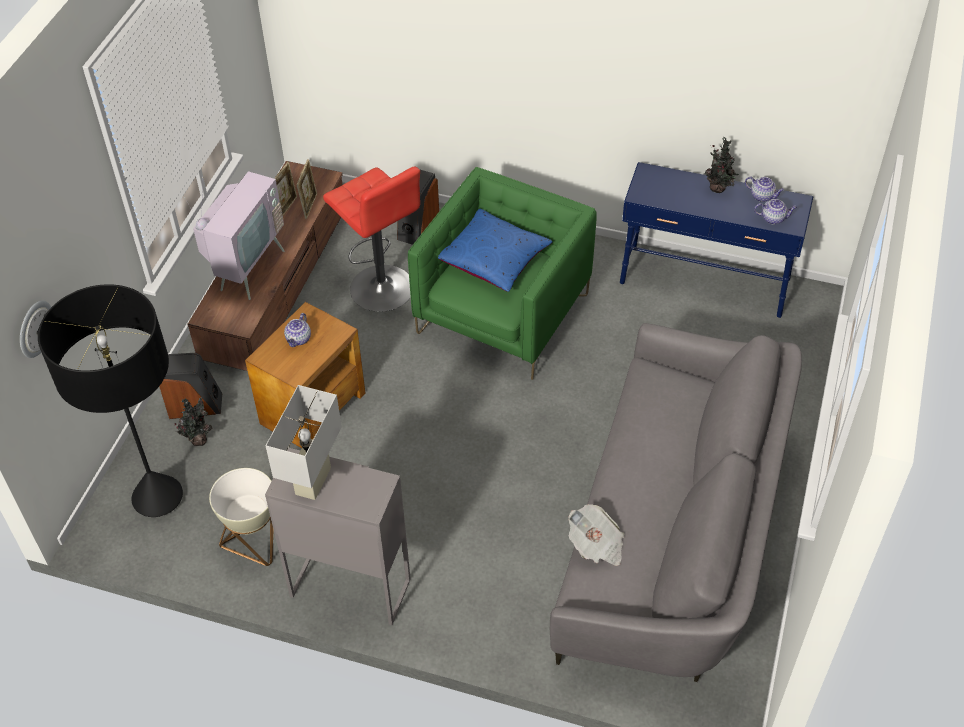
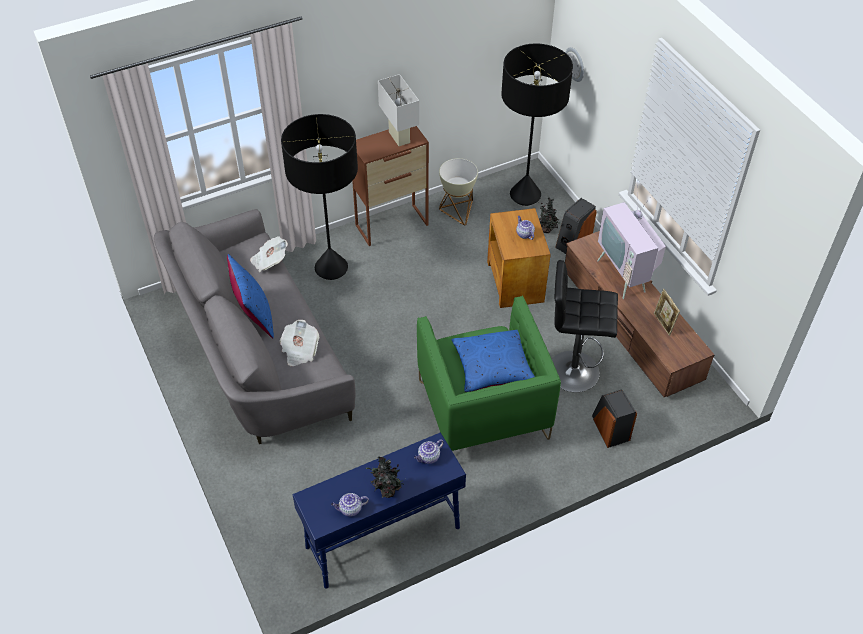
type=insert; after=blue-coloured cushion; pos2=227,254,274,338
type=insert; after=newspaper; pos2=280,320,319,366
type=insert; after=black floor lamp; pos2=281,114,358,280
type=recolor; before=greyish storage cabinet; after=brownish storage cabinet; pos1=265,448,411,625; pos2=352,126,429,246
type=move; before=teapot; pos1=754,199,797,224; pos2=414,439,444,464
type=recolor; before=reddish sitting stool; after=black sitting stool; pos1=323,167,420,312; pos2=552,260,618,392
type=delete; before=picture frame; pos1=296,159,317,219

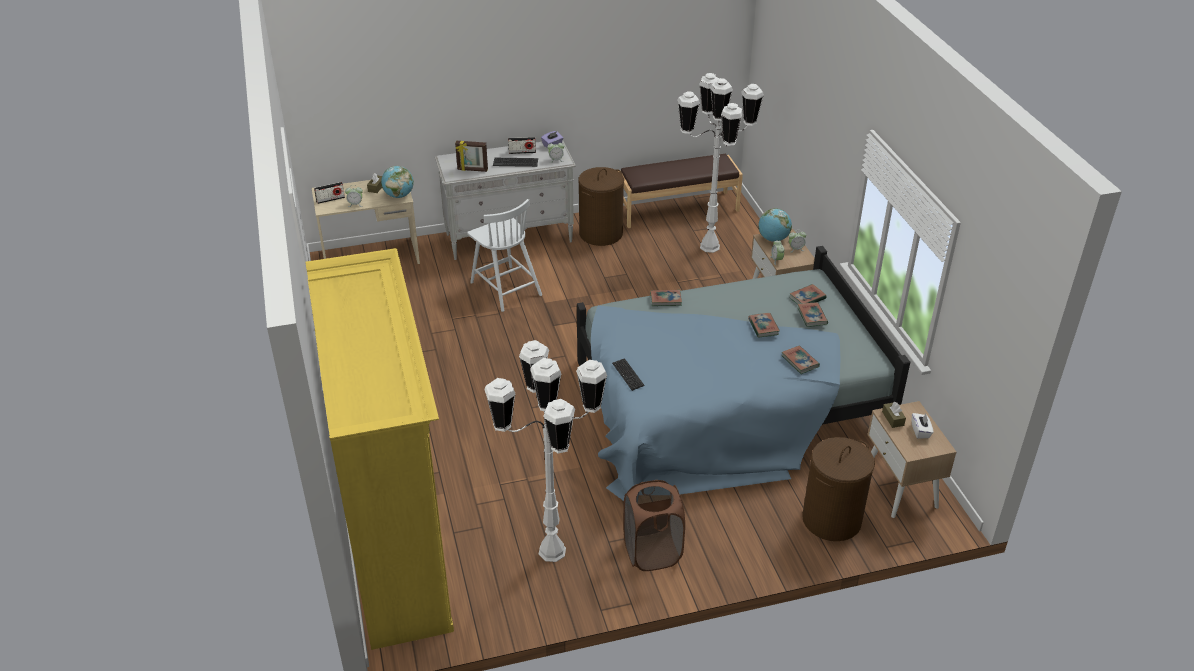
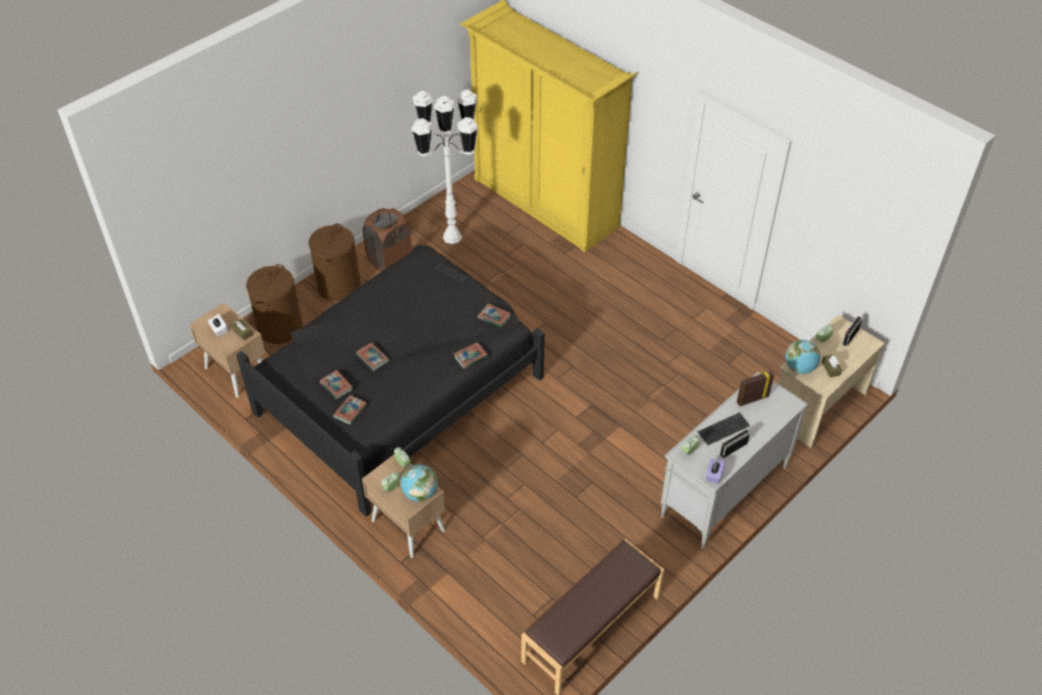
type=recolor; before=blue-coloured bedroom bed; after=black bedroom bed; pos1=577,246,910,501; pos2=236,245,545,517
type=move; before=brownish hamper; pos1=578,167,624,246; pos2=308,223,361,301
type=move; before=volume; pos1=782,346,820,374; pos2=478,303,511,328
type=delete; before=whitish plain chair; pos1=467,199,542,312
type=delete; before=whitish floor lamp; pos1=677,73,764,253

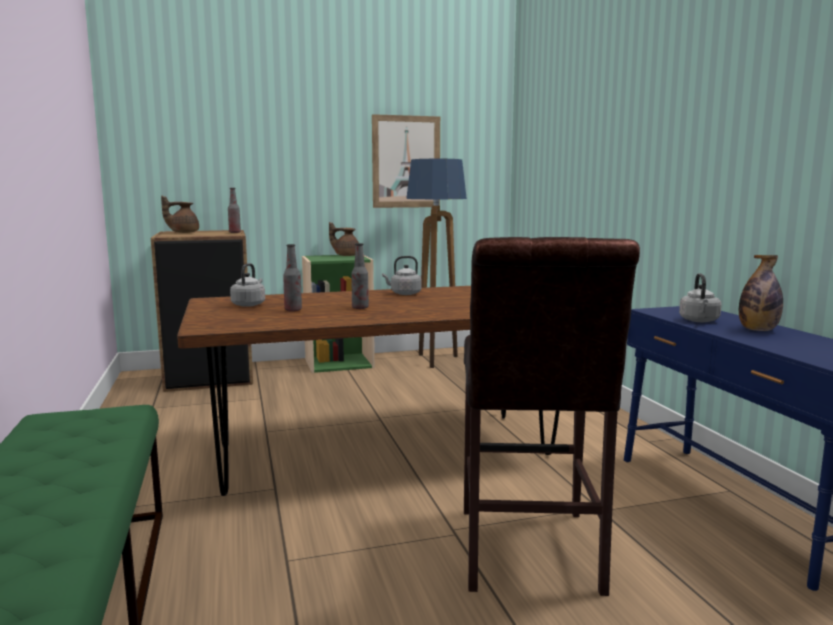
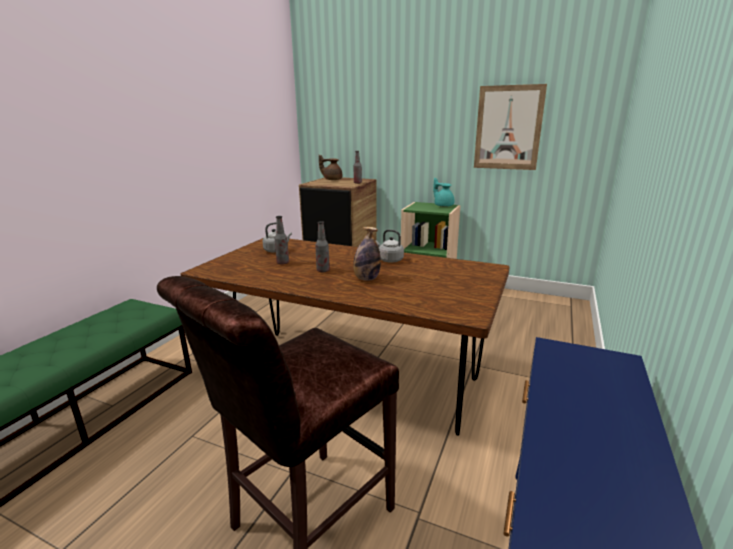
type=move; before=drink bottle; pos1=739,255,783,331; pos2=353,227,381,281
type=recolor; before=brownish teapot; after=blue-green teapot; pos1=329,222,359,256; pos2=433,178,454,207
type=delete; before=floor lamp; pos1=406,159,467,368
type=delete; before=greyish water kettle; pos1=679,273,722,322

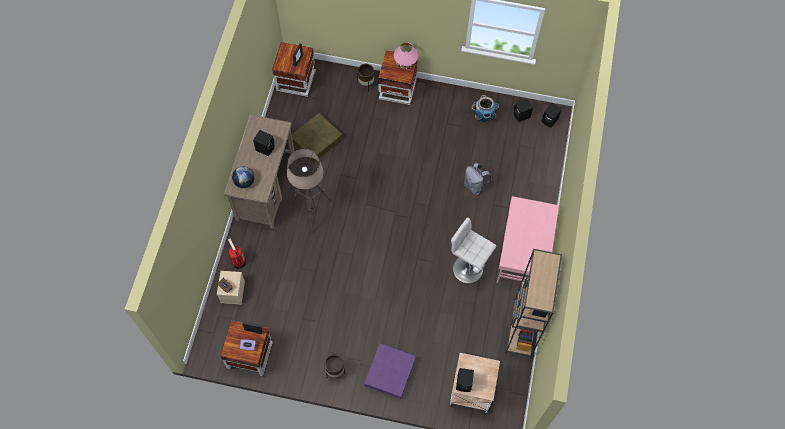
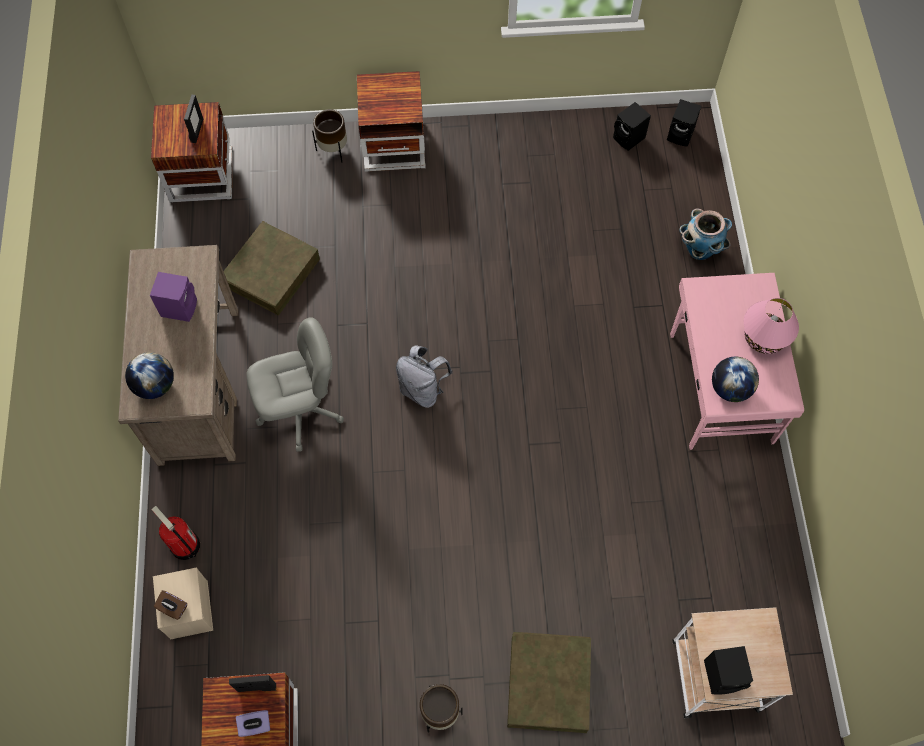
type=recolor; before=black loudspeaker; after=purplish loudspeaker; pos1=253,130,275,156; pos2=150,272,197,322
type=replace; before=floor lamp; after=greyish office chair; pos1=287,149,332,234; pos2=246,317,344,452
type=move; before=greyish rucksack; pos1=464,163,492,195; pos2=396,345,453,408
type=recolor; before=purplish storage container; after=brownish storage container; pos1=364,343,416,400; pos2=507,632,591,733
type=move; before=flower pot; pos1=472,95,499,122; pos2=679,208,732,260
type=insert; after=world globe; pos2=712,357,759,402
type=move; before=pinkish tabletop lamp; pos1=394,42,418,69; pos2=744,298,799,354
type=delete; before=whitish sitting stool; pos1=451,217,496,283
type=delete; before=bookshelf; pos1=505,249,562,358

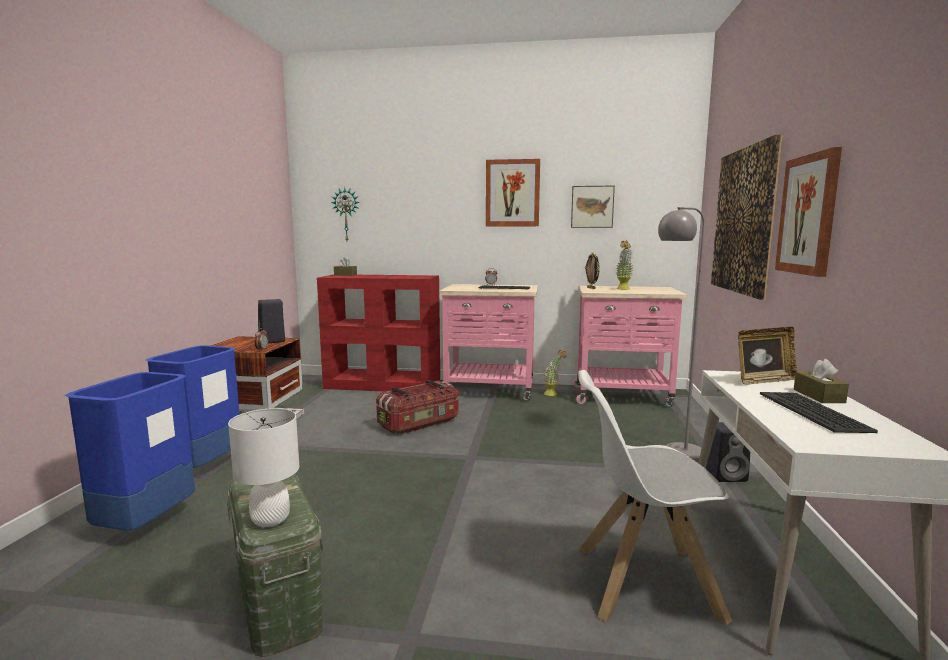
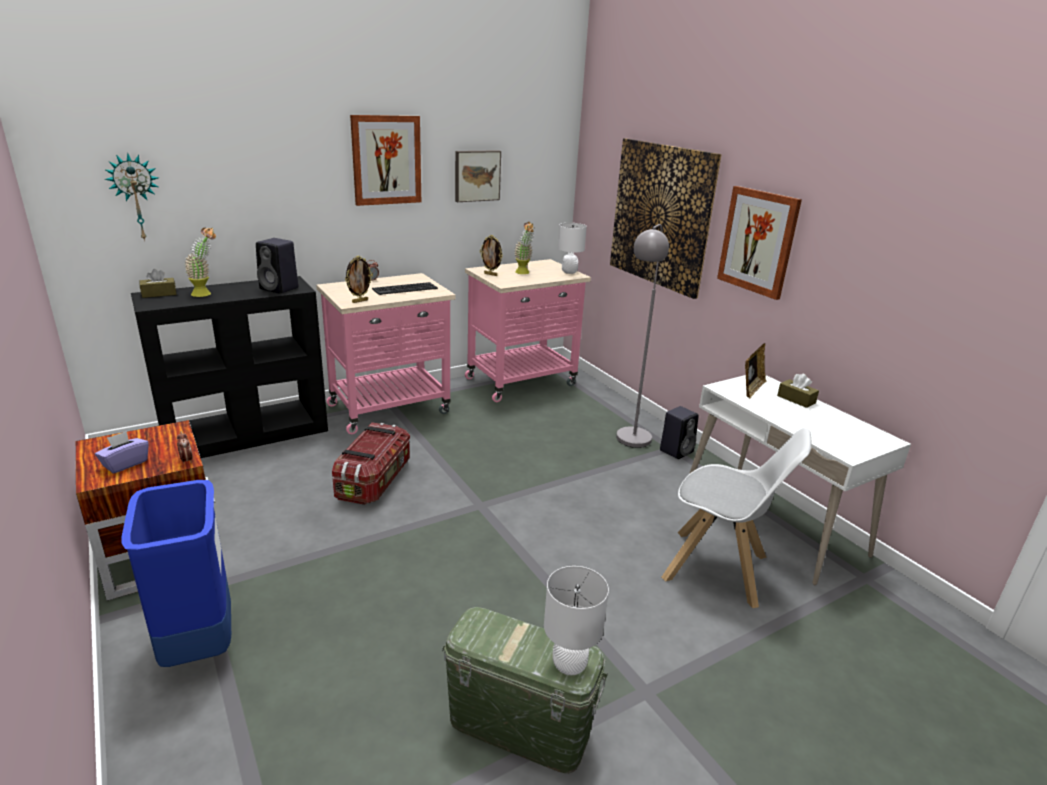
type=insert; after=purplish tissue box; pos2=95,431,149,474
type=recolor; before=reddish bookshelf; after=black bookshelf; pos1=317,274,440,392; pos2=131,276,328,458
type=move; before=houseplant; pos1=544,350,567,396; pos2=185,227,216,297
type=move; before=black loudspeaker; pos1=258,299,285,343; pos2=256,238,299,294
type=insert; after=picture frame; pos2=345,256,373,303
type=insert; after=whitish tabletop lamp; pos2=558,223,587,274
type=rotate; before=plain chair; pos1=578,370,732,625; pos2=661,428,812,608; turn=-120
type=delete; before=blue-coloured trash can; pos1=65,372,195,531
type=delete; before=PC keyboard; pos1=760,392,878,433

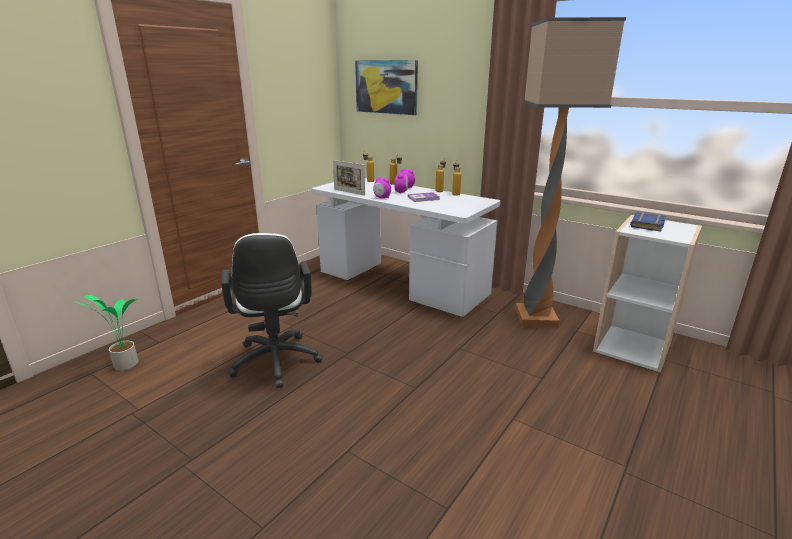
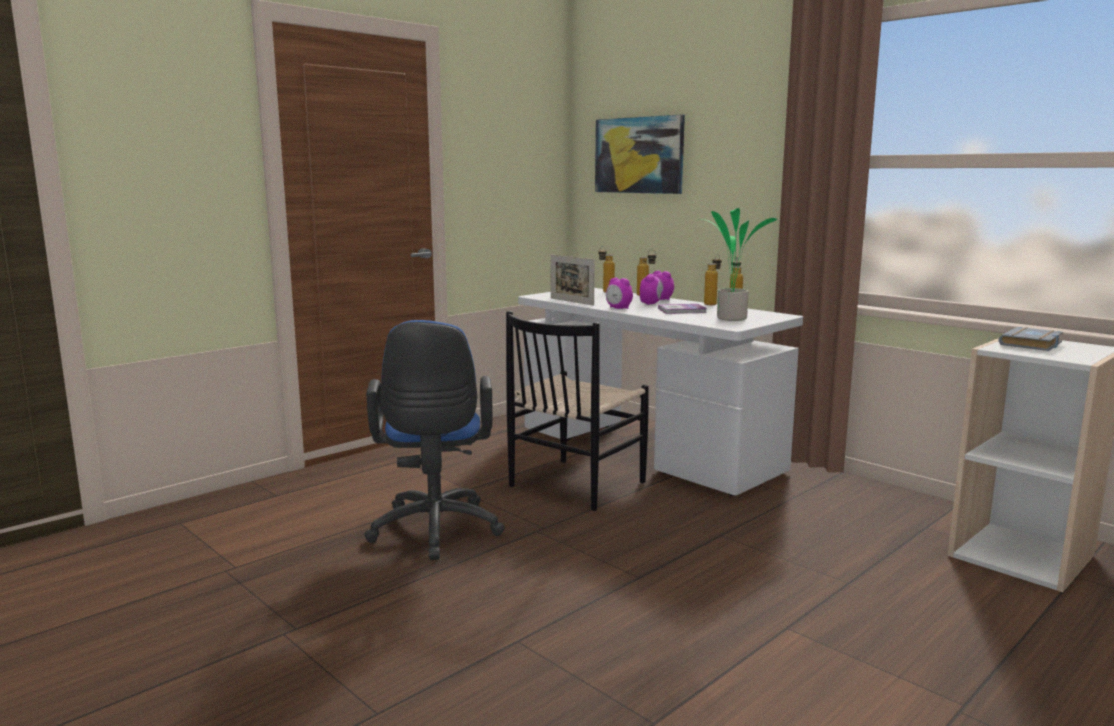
type=recolor; before=whitish office chair; after=blue-coloured office chair; pos1=221,233,323,388; pos2=364,320,505,560
type=insert; after=black plain chair; pos2=506,311,649,511
type=move; before=houseplant; pos1=74,295,139,371; pos2=698,208,777,321
type=recolor; before=blue-coloured volume; after=greyish volume; pos1=630,212,665,232; pos2=998,327,1063,351
type=delete; before=floor lamp; pos1=515,17,626,327

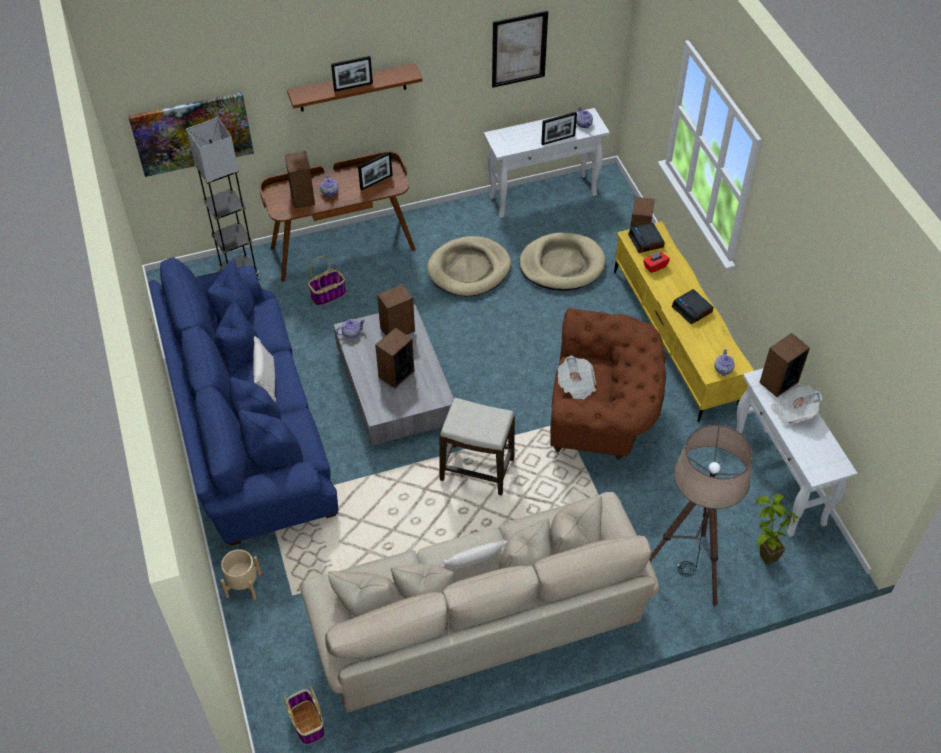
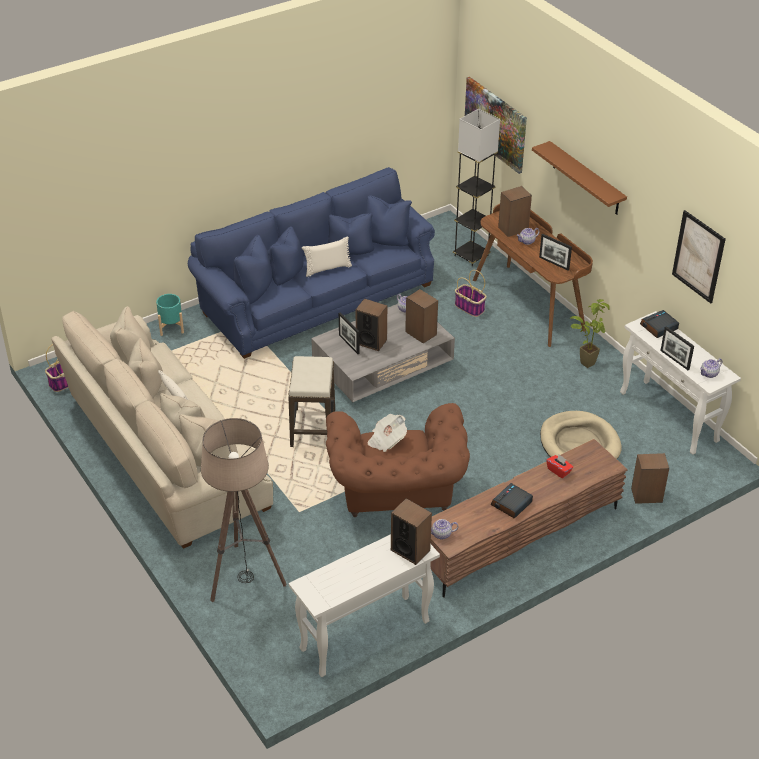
type=recolor; before=beige-coloured flower pot; after=blue-green flower pot; pos1=220,549,261,600; pos2=156,294,184,336
type=move; before=picture frame; pos1=331,56,373,92; pos2=339,312,359,354
type=recolor; before=yellow-coloured media console; after=brownish media console; pos1=614,221,754,422; pos2=431,439,628,597
type=move; before=houseplant; pos1=756,494,802,565; pos2=570,299,610,368
type=move; before=bedside clock; pos1=628,223,665,253; pos2=640,310,679,338
type=delete; before=beige-coloured dog bed; pos1=427,236,511,296
type=delete; before=newspaper; pos1=771,386,822,424

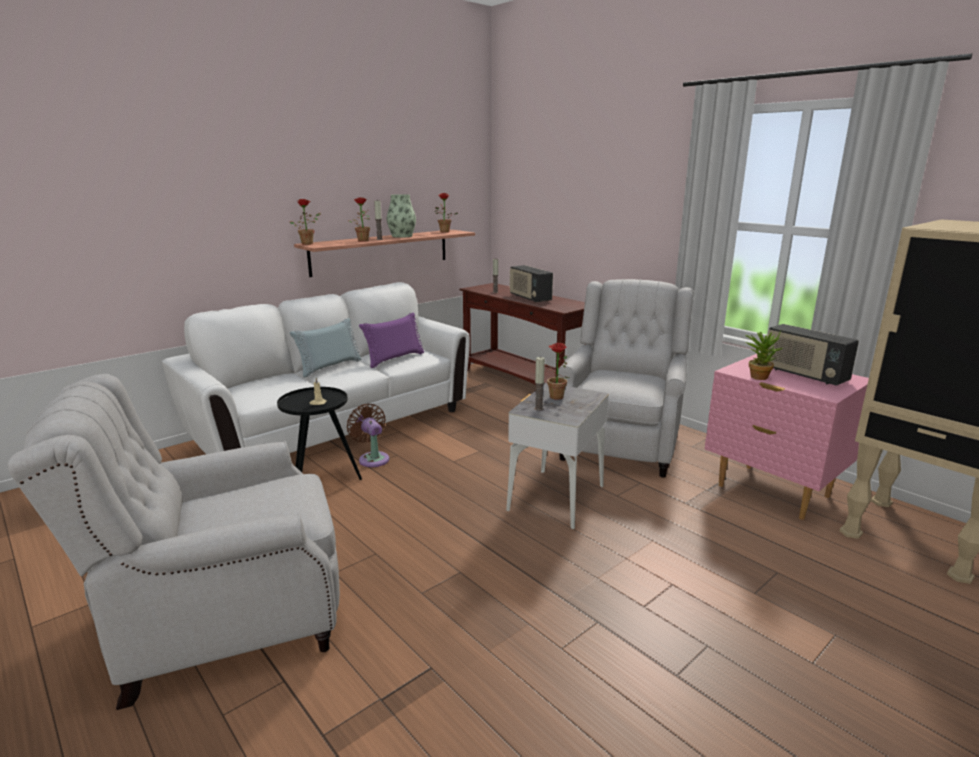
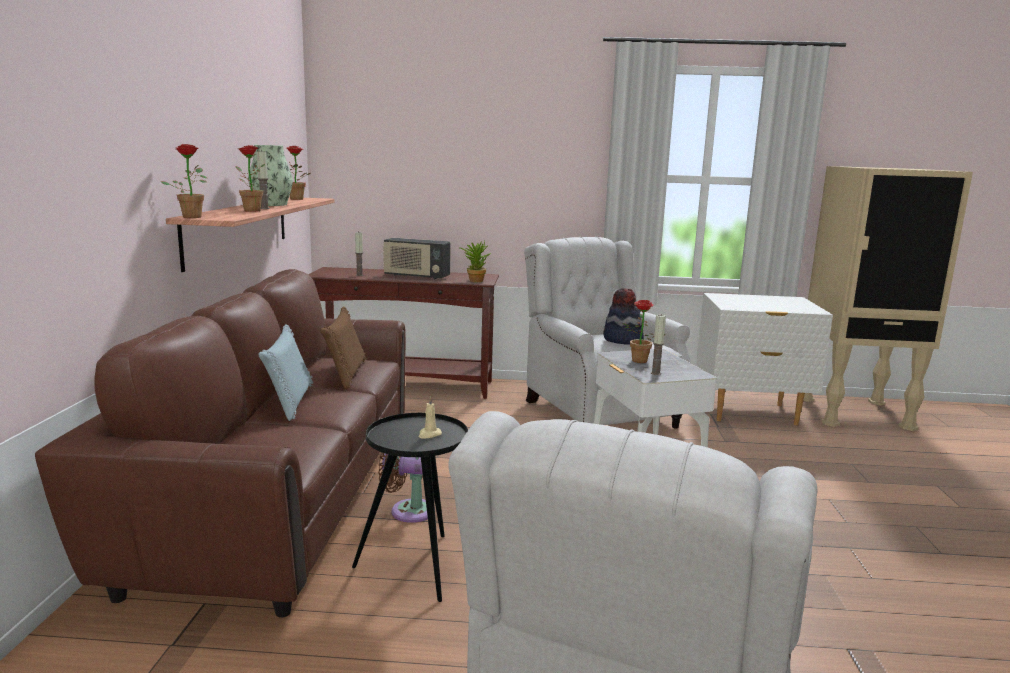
type=recolor; before=whitish couch; after=brownish couch; pos1=162,282,470,454; pos2=35,269,406,618
type=recolor; before=purplish cushion; after=brownish cushion; pos1=359,313,424,368; pos2=320,307,366,389
type=move; before=houseplant; pos1=745,330,782,380; pos2=459,240,491,282
type=insert; after=clothing hat; pos2=603,288,644,345
type=recolor; before=pinkish night table; after=whitish night table; pos1=705,354,869,520; pos2=696,293,833,425
type=delete; before=radio receiver; pos1=767,324,859,385

